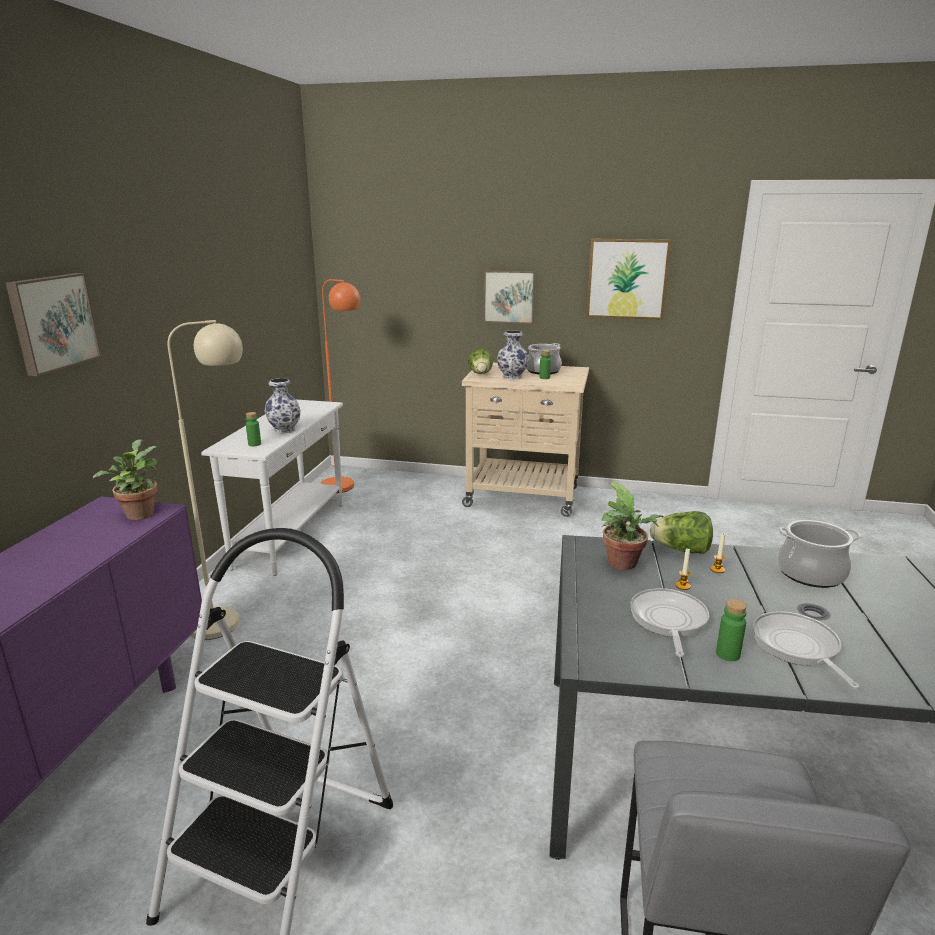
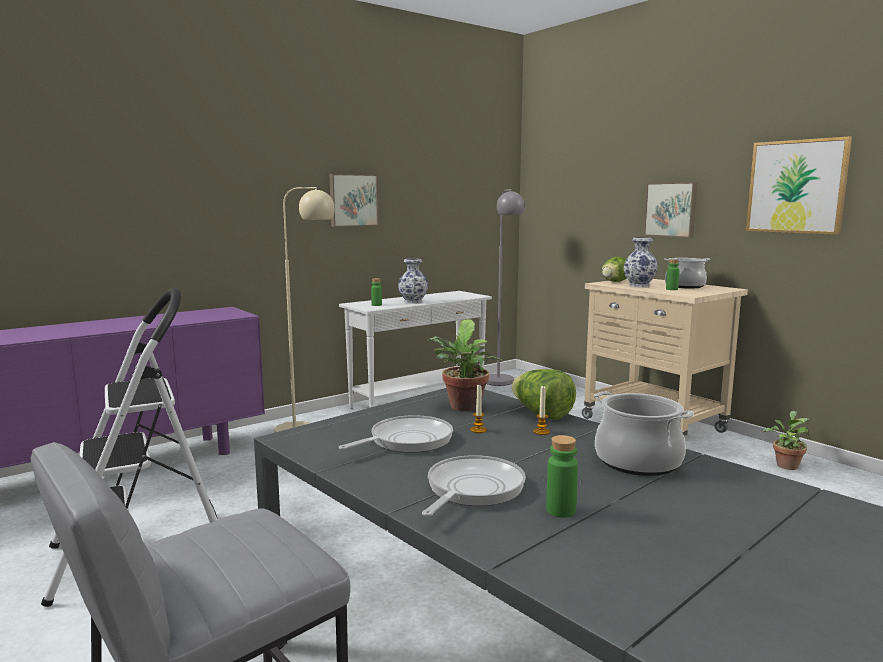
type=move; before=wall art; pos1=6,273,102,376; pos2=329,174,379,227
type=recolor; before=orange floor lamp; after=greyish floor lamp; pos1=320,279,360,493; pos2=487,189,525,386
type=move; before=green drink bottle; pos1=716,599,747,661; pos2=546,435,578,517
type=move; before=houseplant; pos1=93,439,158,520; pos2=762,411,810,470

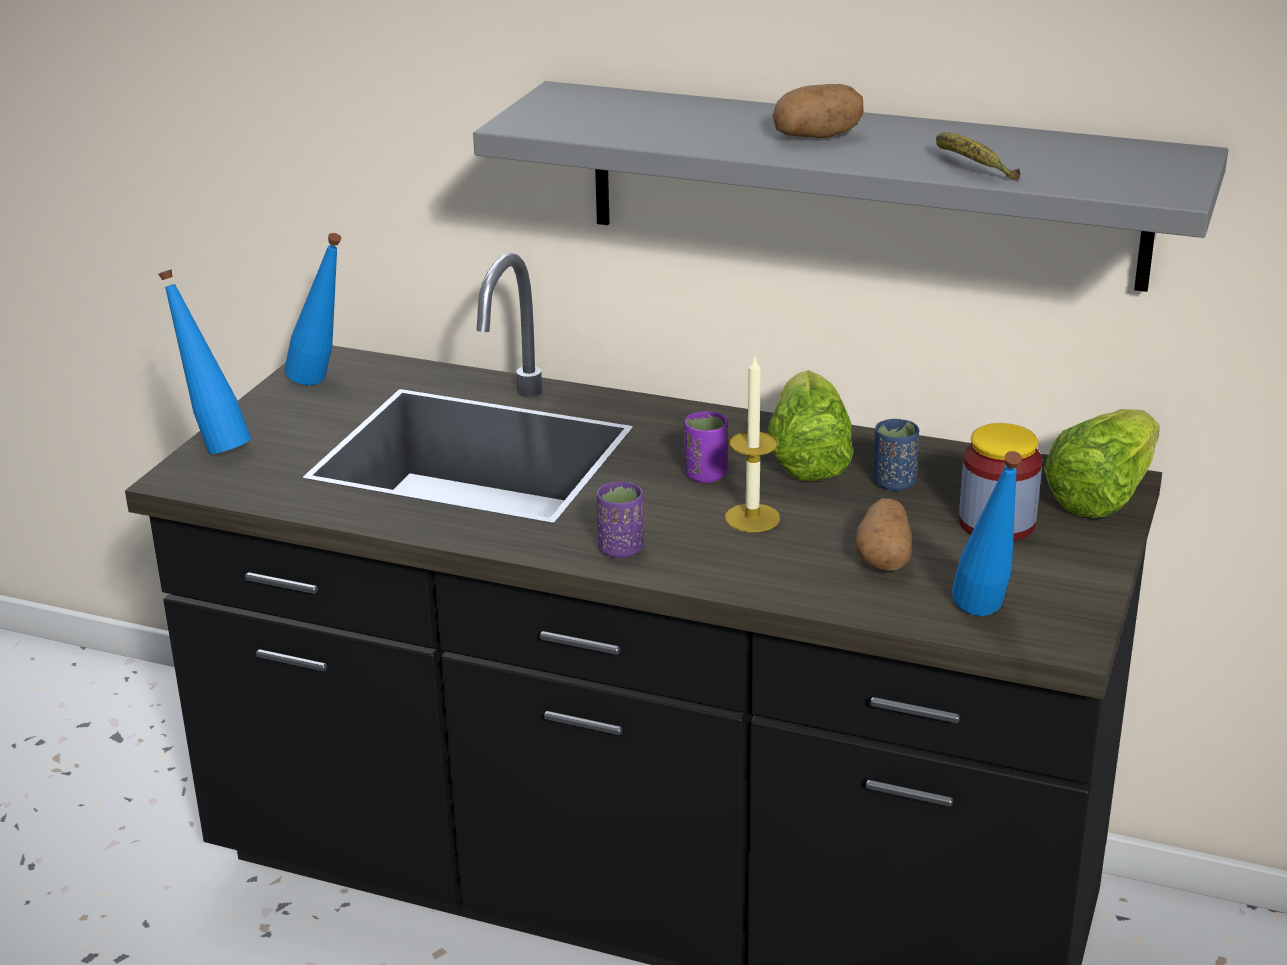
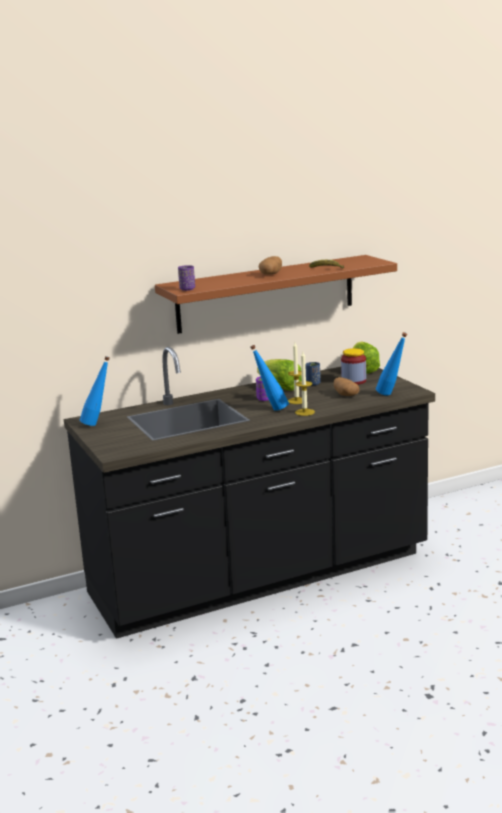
type=recolor; before=greyish bracket shelf; after=brownish bracket shelf; pos1=473,81,1228,292; pos2=155,255,397,334
type=move; before=purplish small cup; pos1=597,482,643,558; pos2=178,265,195,291
type=move; before=blue-coloured drink bottle; pos1=159,269,251,454; pos2=250,345,289,411
type=insert; after=wax light; pos2=295,352,315,416

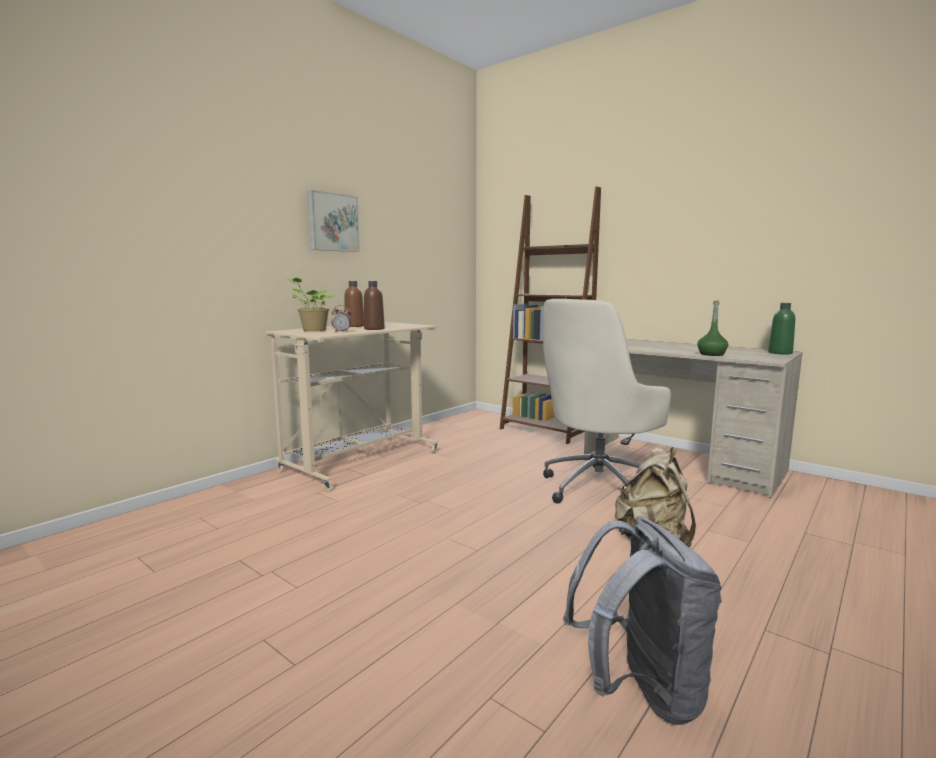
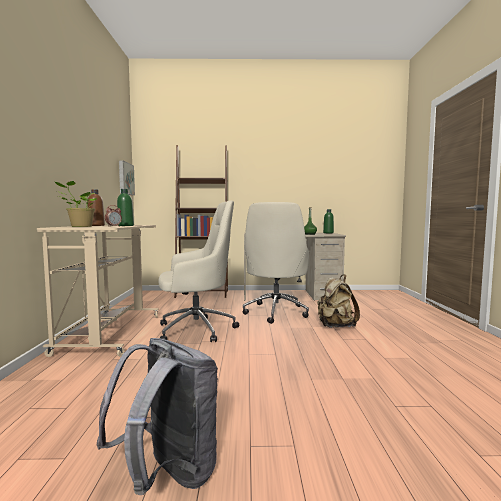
type=move; before=greyish rucksack; pos1=563,516,722,725; pos2=97,338,218,495
type=recolor; before=brownish drink bottle; after=green drink bottle; pos1=364,281,385,330; pos2=117,189,134,226
type=move; before=wall art; pos1=307,190,360,252; pos2=119,160,135,195
type=insert; after=beige-coloured office chair; pos2=159,200,239,342

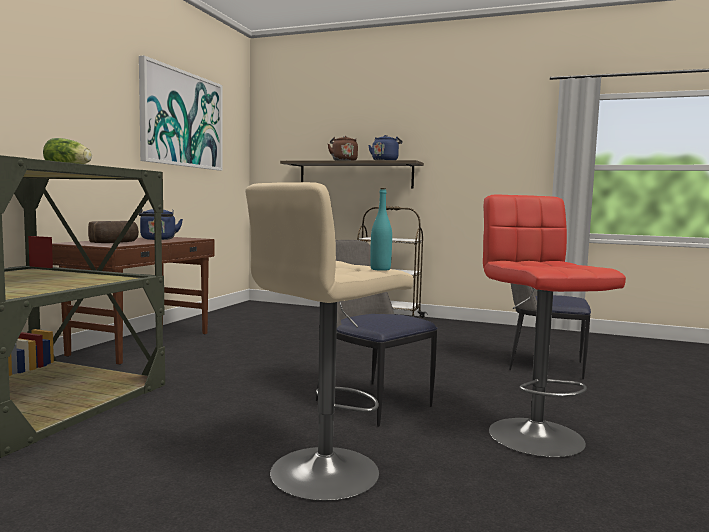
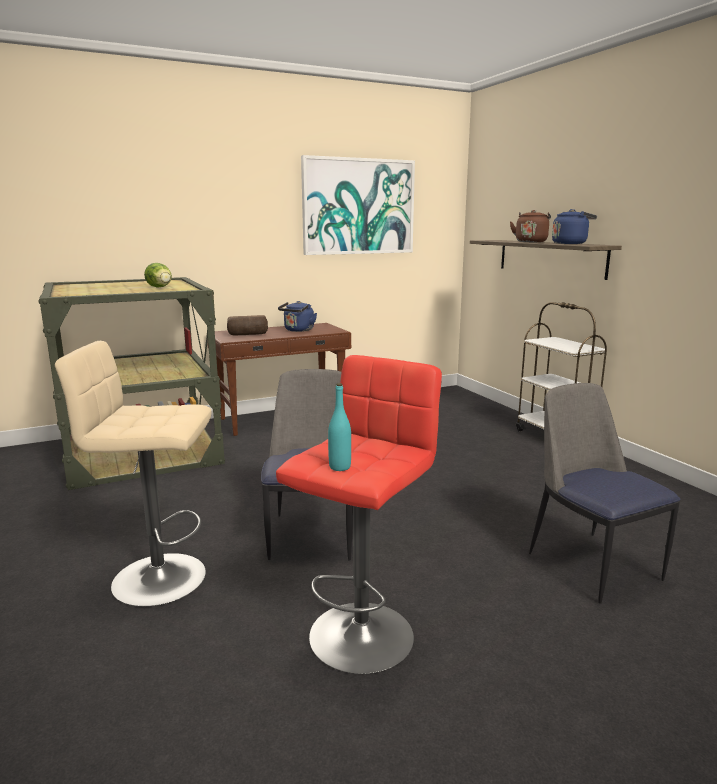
type=move; before=blue-green drink bottle; pos1=370,188,392,271; pos2=328,383,351,471

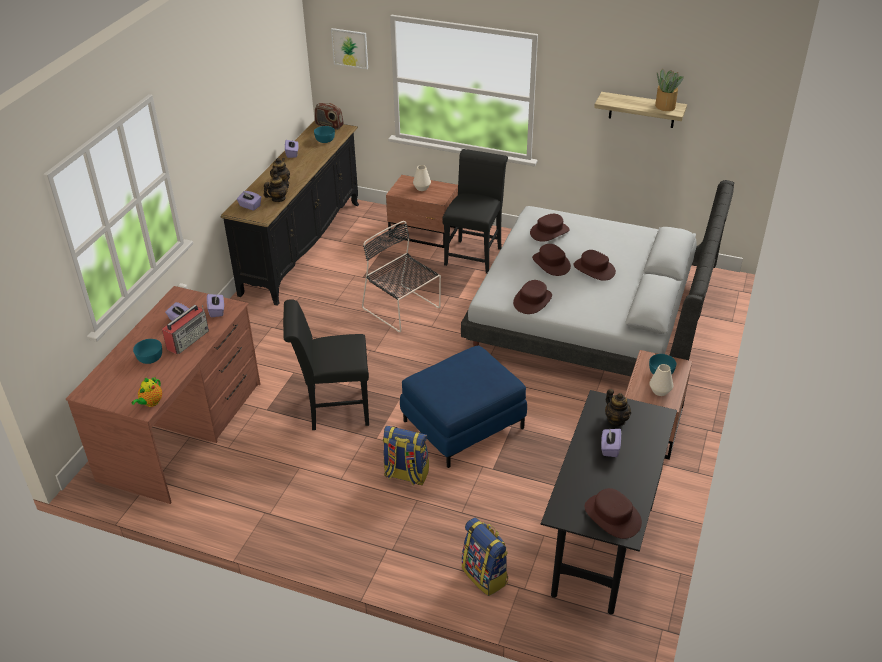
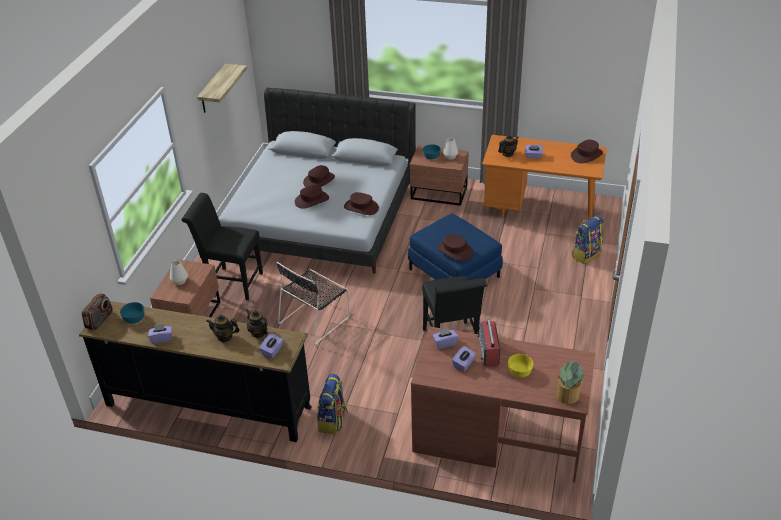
type=move; before=rucksack; pos1=383,426,429,485; pos2=317,374,348,435
type=move; before=brownish clothing hat; pos1=530,214,570,242; pos2=438,234,473,261
type=rotate; before=radio receiver; pos1=162,305,209,354; pos2=477,320,500,367; turn=-120
type=recolor; before=black desk; after=orange desk; pos1=541,390,677,615; pos2=482,135,607,219
type=recolor; before=blue-green bowl; after=yellow-coloured bowl; pos1=133,339,162,364; pos2=508,354,533,378
type=move; before=houseplant; pos1=655,69,684,111; pos2=556,360,584,404
type=delete; before=teapot; pos1=131,377,162,407
type=delete; before=wall art; pos1=331,28,368,69

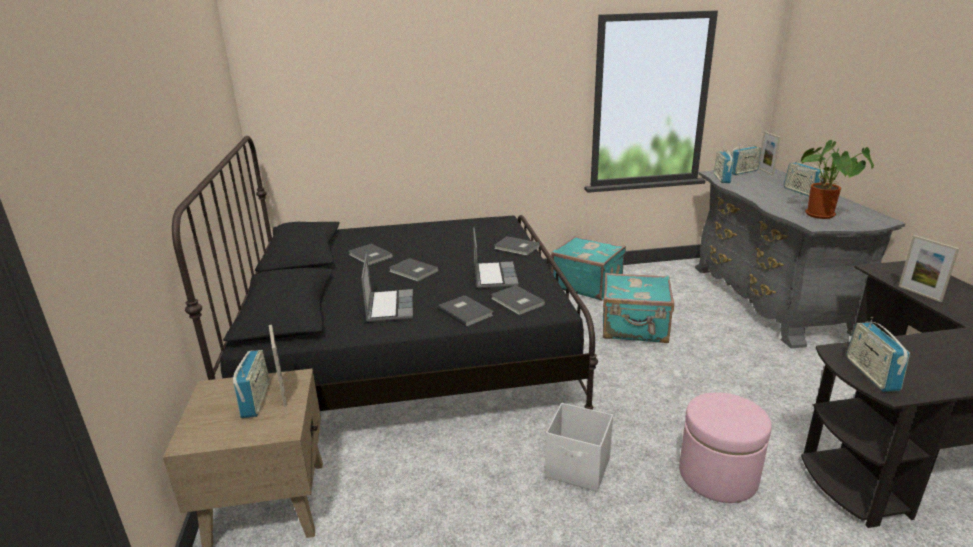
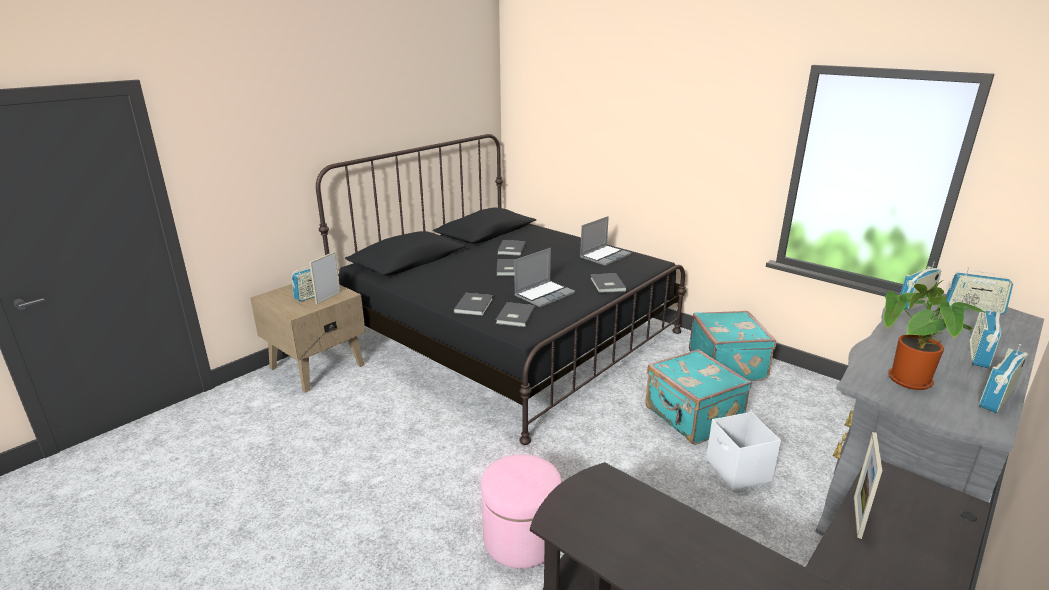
type=move; before=notebook computer; pos1=361,254,413,322; pos2=580,216,631,266
type=move; before=whitish storage container; pos1=545,403,613,492; pos2=706,412,781,490
type=move; before=radio receiver; pos1=846,317,910,392; pos2=979,344,1028,413
type=delete; before=picture frame; pos1=759,131,781,175

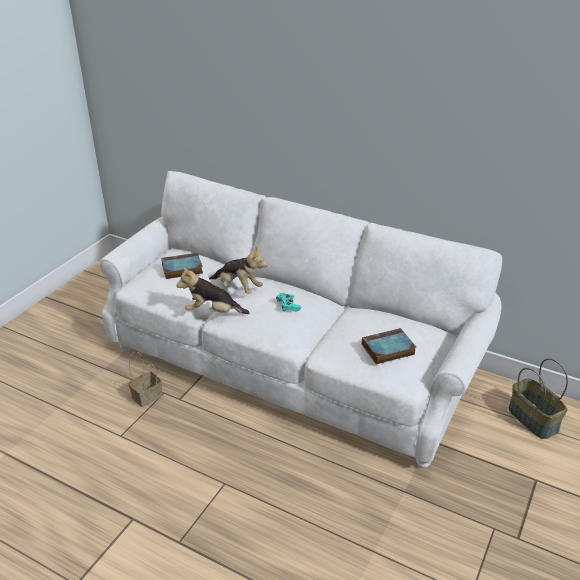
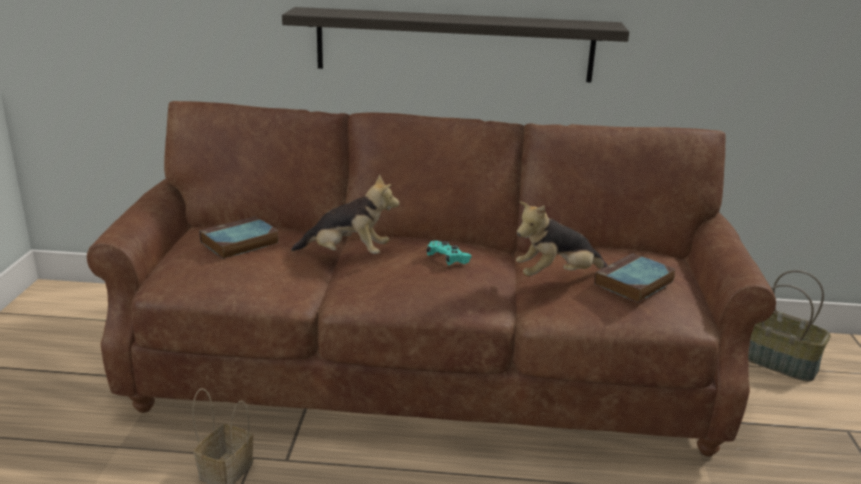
type=recolor; before=whitish couch; after=brownish couch; pos1=100,171,502,468; pos2=87,101,776,457
type=insert; after=bracket shelf; pos2=282,7,629,82
type=move; before=cuddly toy; pos1=176,267,249,314; pos2=516,201,608,276

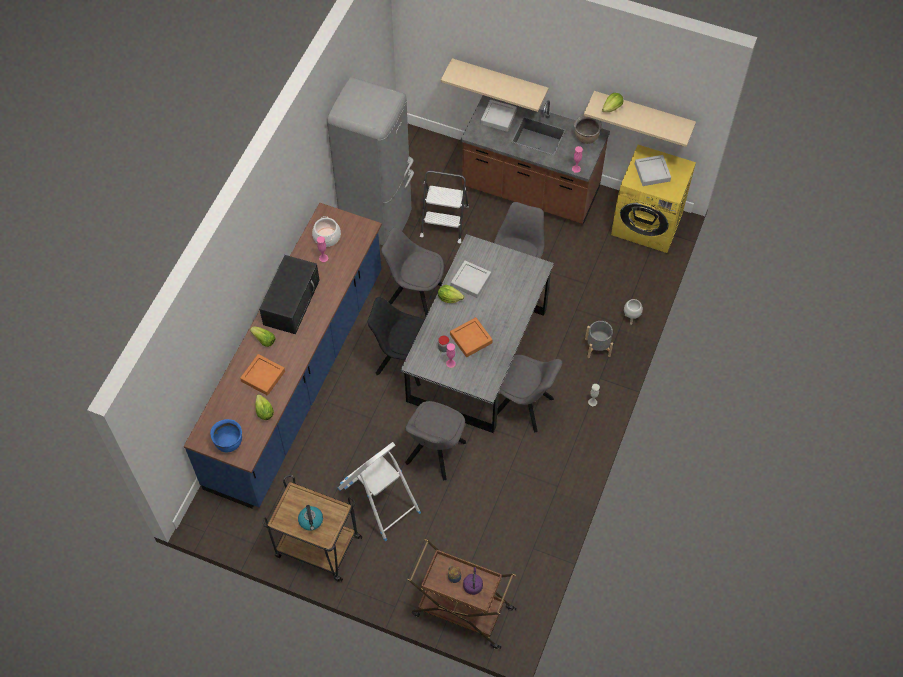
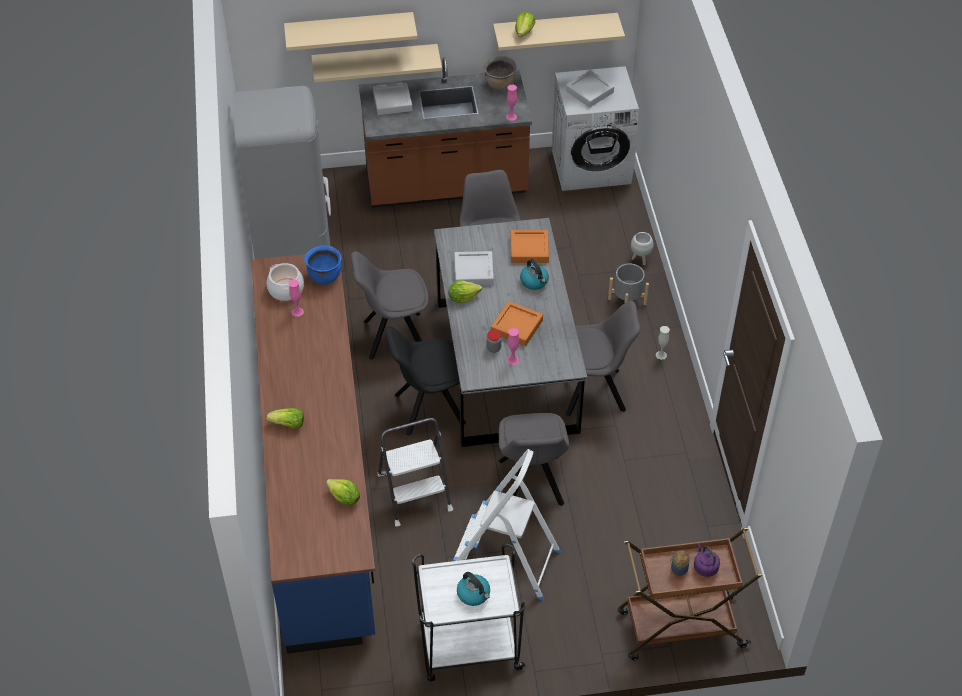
type=insert; after=beige-coloured bracket shelf; pos2=284,12,418,51
type=move; before=blue-coloured saucepot; pos1=210,419,242,452; pos2=304,245,342,285
type=move; before=whitish step ladder; pos1=420,171,469,243; pos2=378,418,453,527
type=recolor; before=brownish wheeled cart; after=whitish wheeled cart; pos1=262,475,362,582; pos2=412,544,526,681
type=move; before=orange serving tray; pos1=240,354,285,396; pos2=510,230,549,263
type=insert; after=water kettle; pos2=520,259,549,290
type=recolor; before=yellow-coloured laundry appliance; after=whitish laundry appliance; pos1=611,145,696,253; pos2=552,66,639,191
type=delete; before=black microwave oven; pos1=259,255,320,334

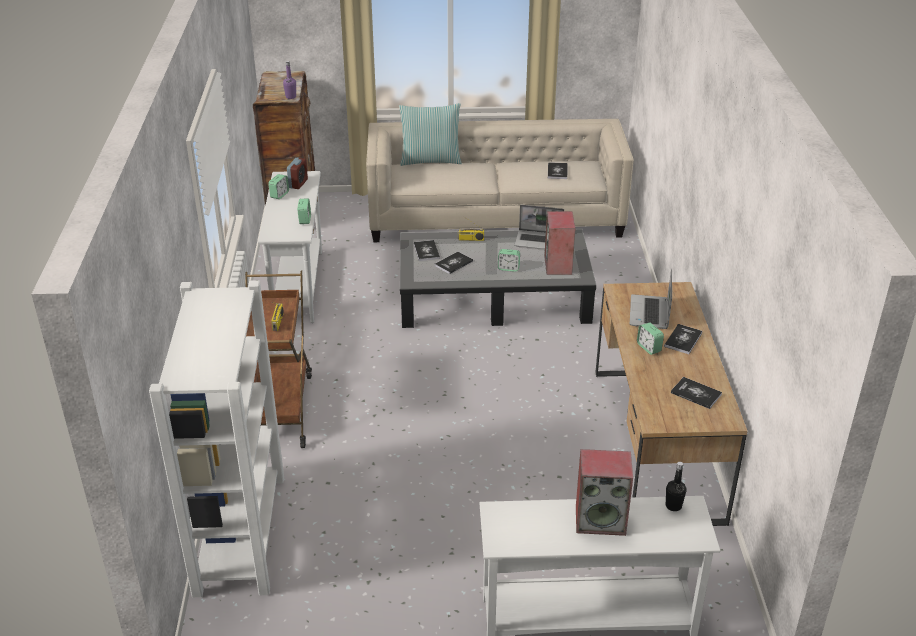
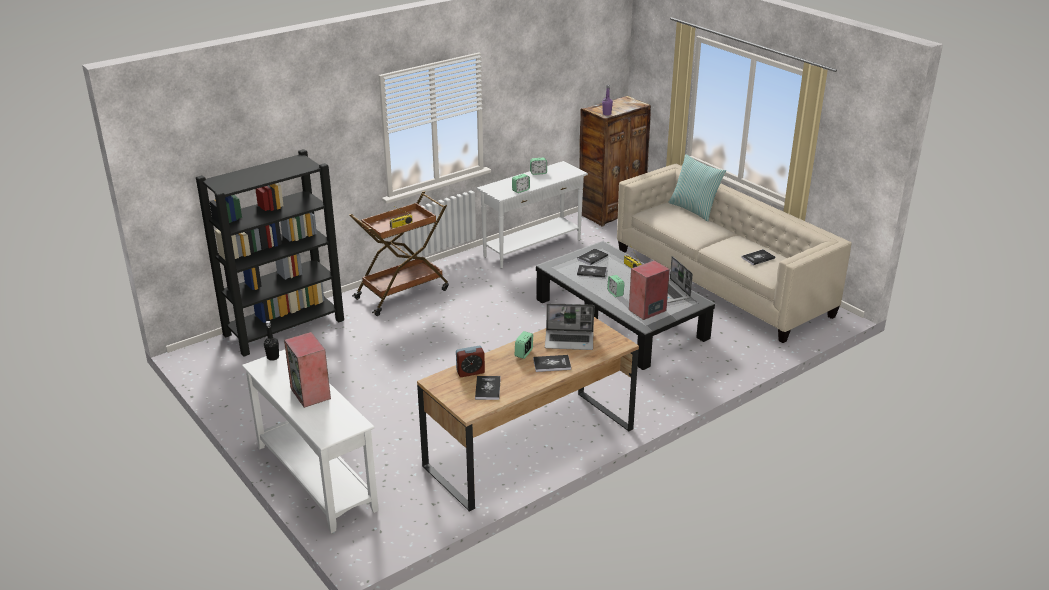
type=recolor; before=whitish bookshelf; after=black bookshelf; pos1=149,280,284,597; pos2=196,149,344,357
type=move; before=black drink bottle; pos1=666,462,687,511; pos2=264,321,279,361
type=move; before=bedside clock; pos1=287,158,308,189; pos2=456,346,485,377
type=rotate; before=notebook computer; pos1=630,269,672,329; pos2=545,303,594,350; turn=-150

